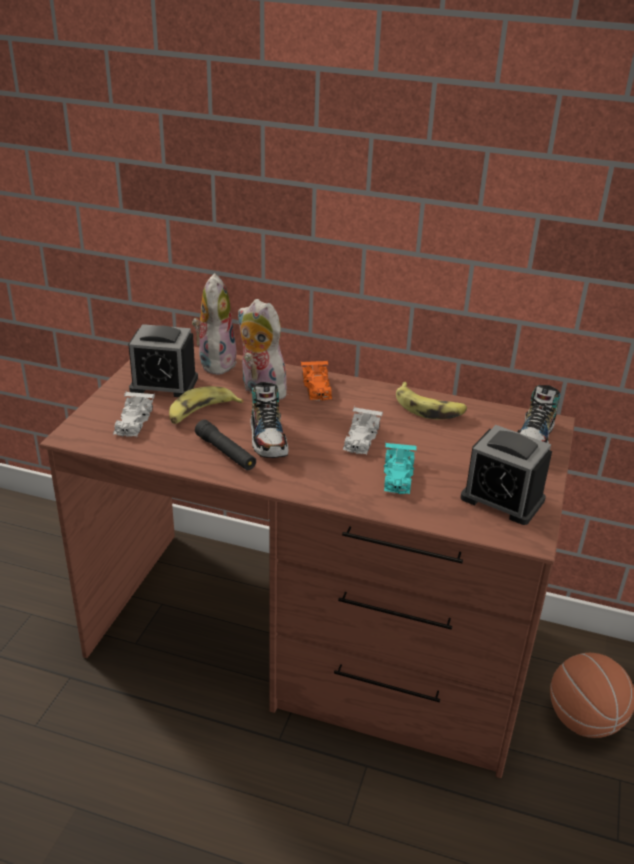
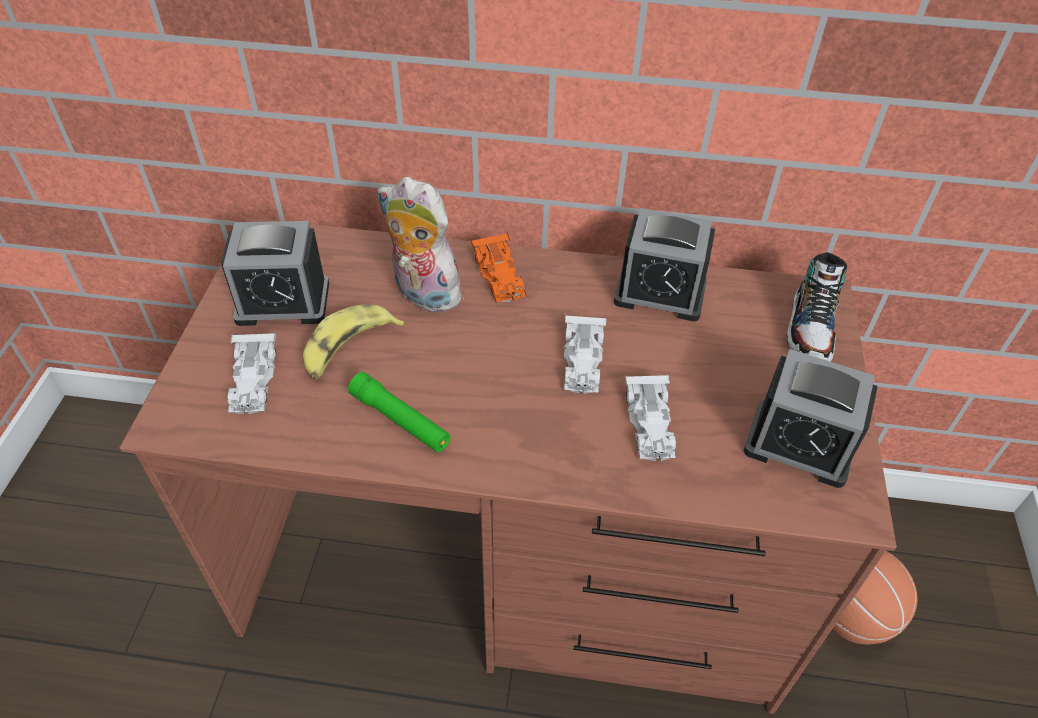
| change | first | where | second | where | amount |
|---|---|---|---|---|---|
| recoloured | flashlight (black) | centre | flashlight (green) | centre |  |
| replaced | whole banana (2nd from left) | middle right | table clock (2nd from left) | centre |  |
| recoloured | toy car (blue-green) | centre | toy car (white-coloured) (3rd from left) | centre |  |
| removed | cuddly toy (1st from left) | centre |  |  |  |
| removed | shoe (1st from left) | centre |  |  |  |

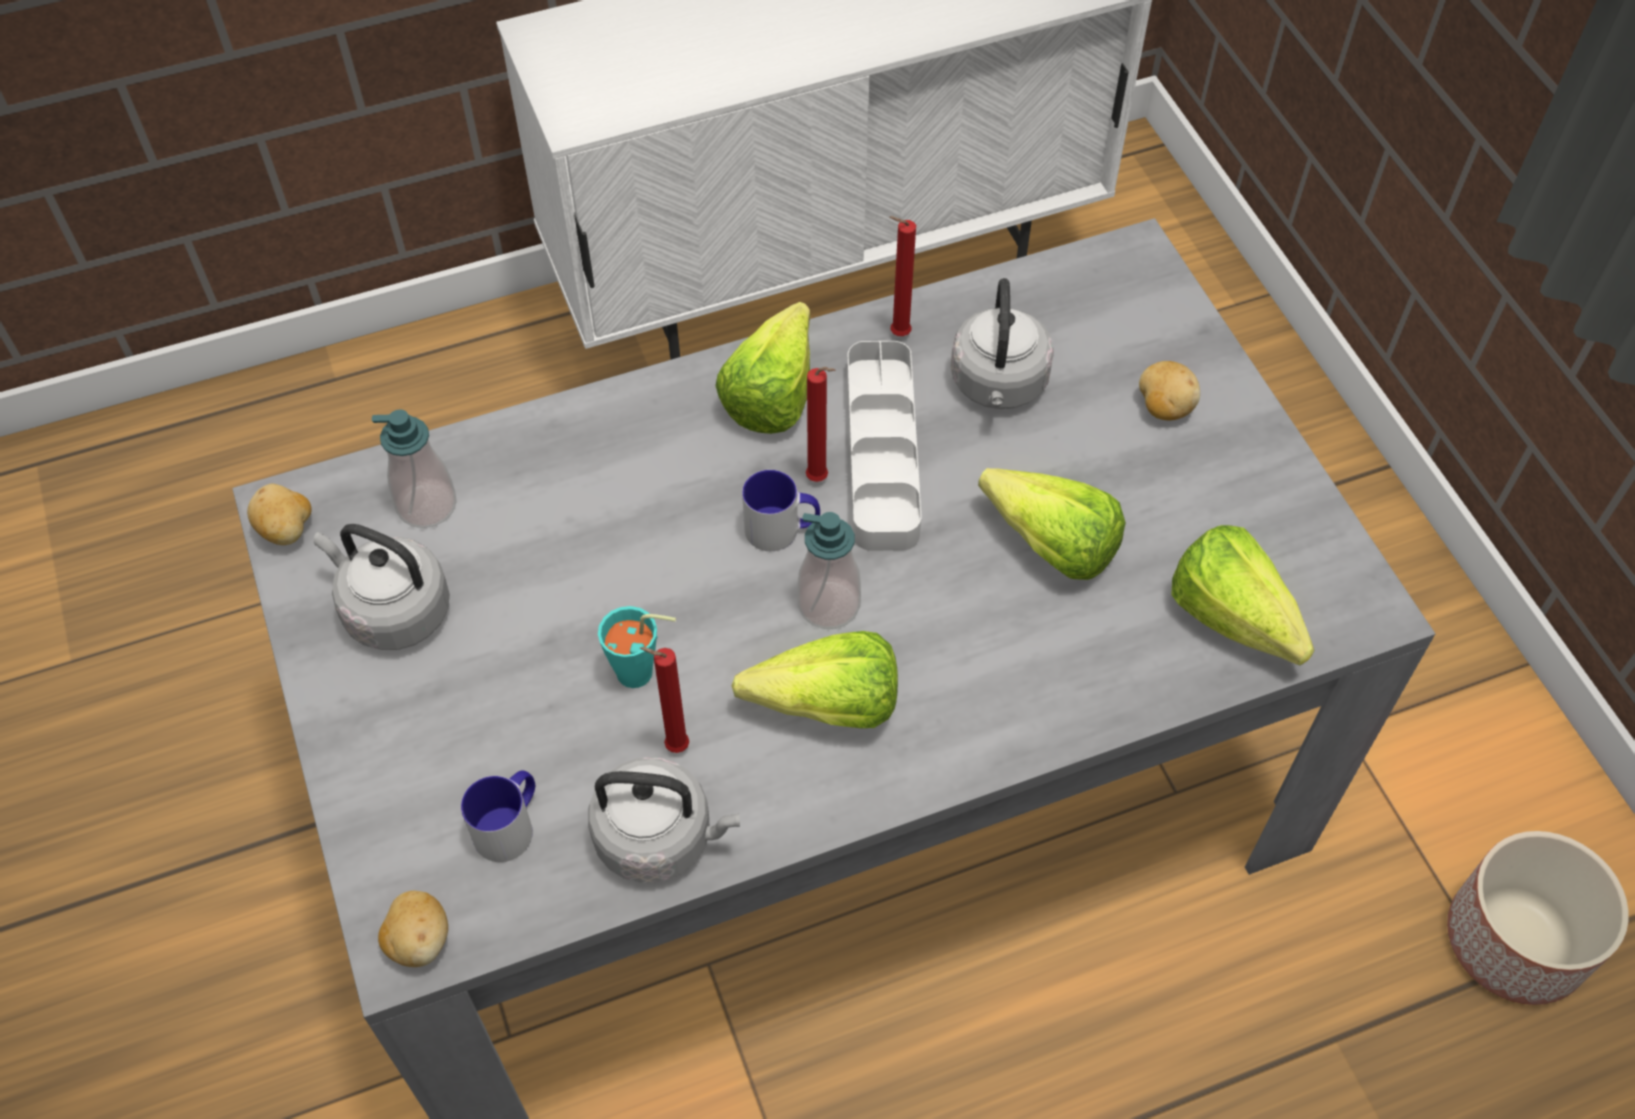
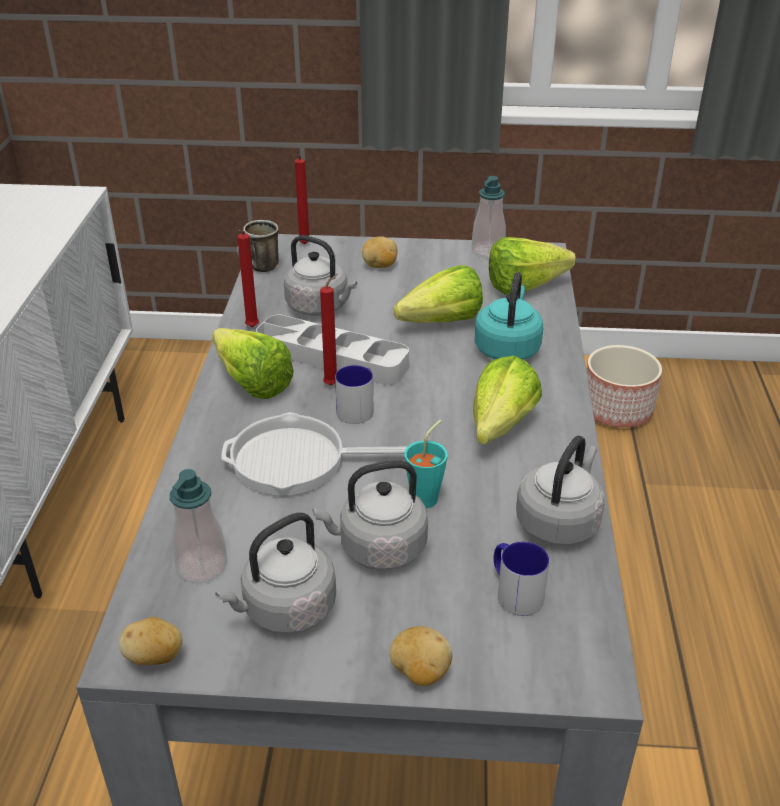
| change | first | where | second | where | amount |
|---|---|---|---|---|---|
| added |  |  | pan | centre |  |
| added |  |  | mug (1st from left) | top left |  |
| moved | candle (reddish) (1st from left in the first image) | centre | candle (reddish) (2nd from left) | top centre |  |
| added |  |  | kettle (gray) (3rd from left) | centre |  |
| moved | whole potato (2nd from left in the first image) | bottom left | whole potato (3rd from left) | bottom centre |  |
| moved | liquid soap bottle (2nd from left) | centre |  | top centre |  |
| added |  |  | kettle (blue-green) | centre |  |

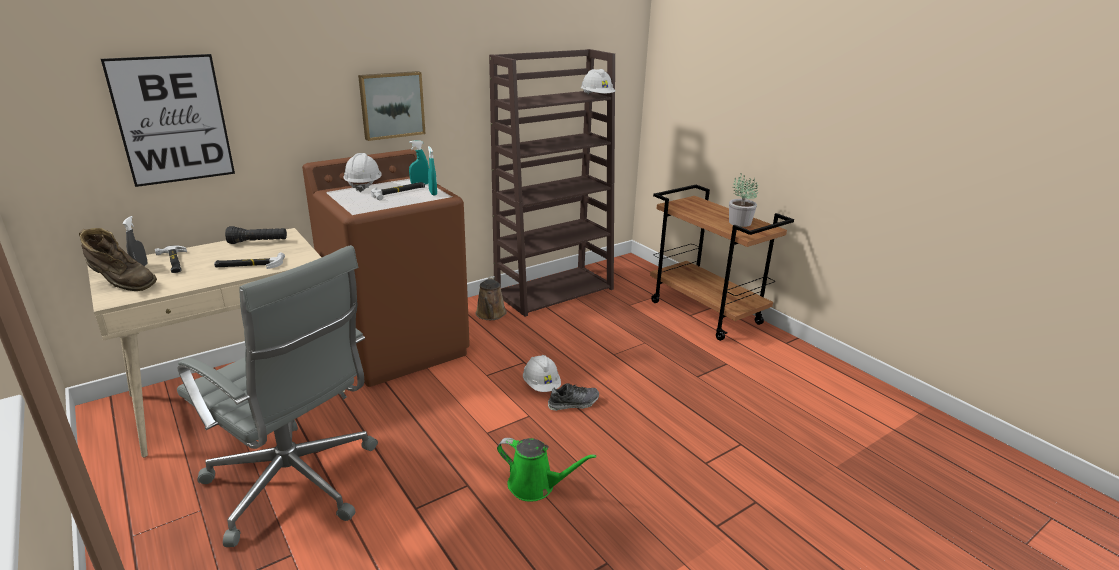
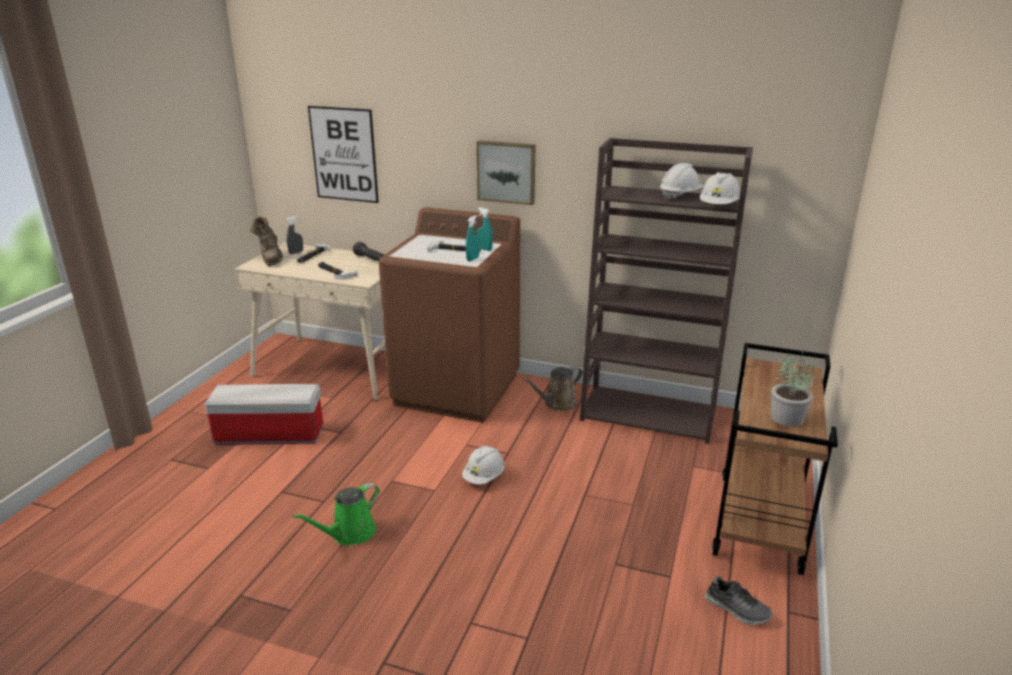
| change | first | where | second | where | amount |
|---|---|---|---|---|---|
| replaced | office chair (gray) | bottom left | storage box | middle left |  |
| turned | sprinkling can (green) | bottom centre |  | bottom left | 60 degrees clockwise |
| moved | hard hat (white-coloured) (1st from left in the first image) | top left | hard hat (white-coloured) (2nd from left) | top right |  |
| moved | shoe | bottom centre |  | bottom right |  |

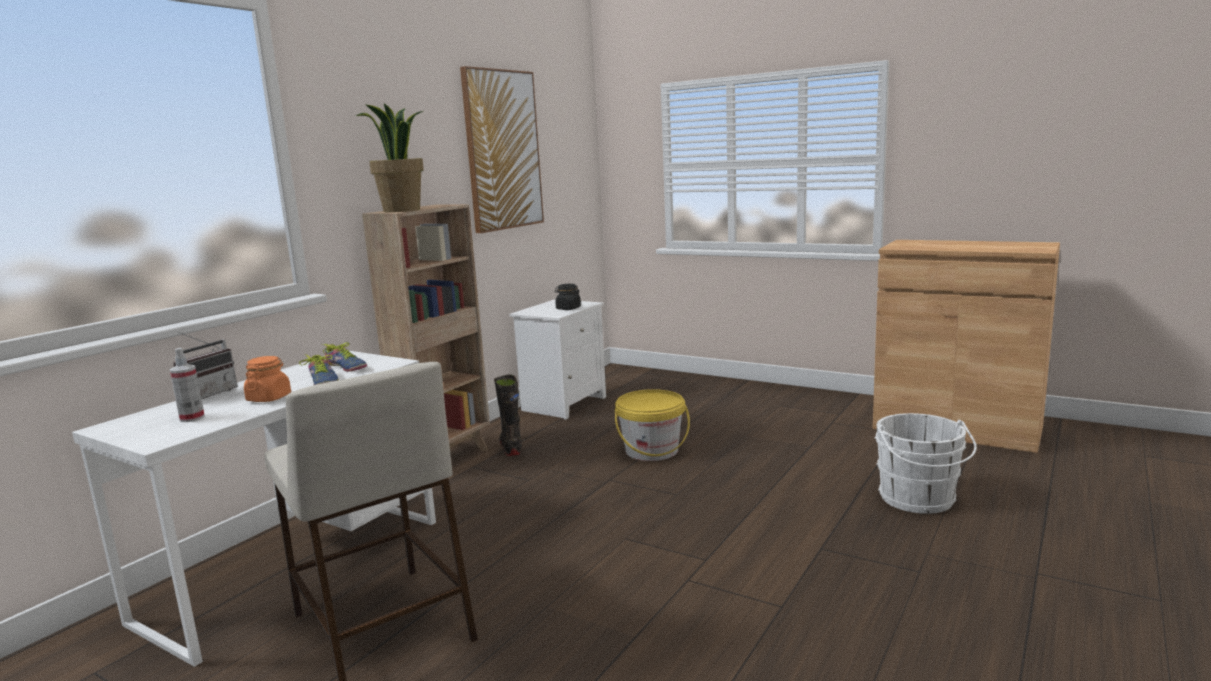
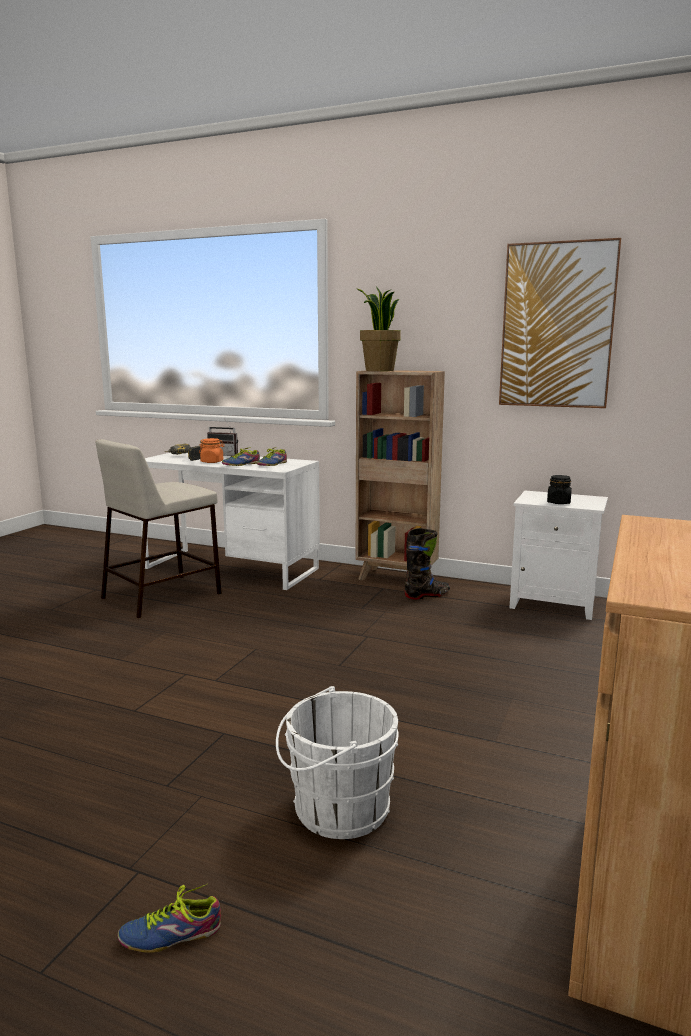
| change | first | where | second | where | amount |
|---|---|---|---|---|---|
| added |  |  | shoe (1st from left) | bottom left |  |
| replaced | spray bottle | middle left | electric drill | middle left |  |
| removed | bucket (yellow) | centre |  |  |  |

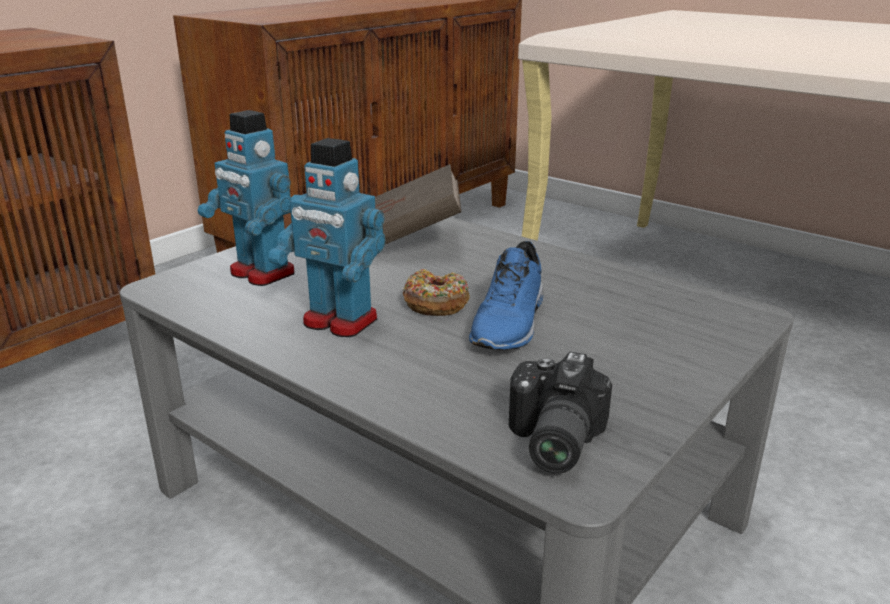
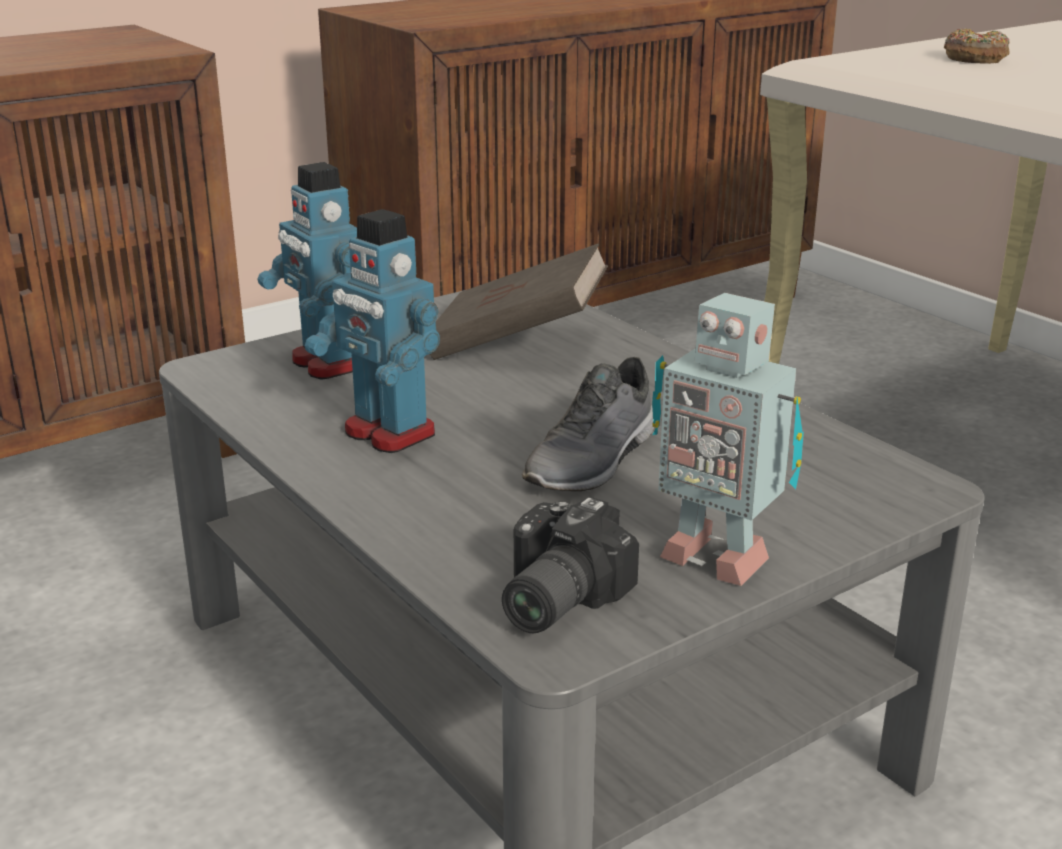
| change | first | where | second | where | amount |
|---|---|---|---|---|---|
| recoloured | shoe (blue-coloured) | centre | shoe (gray) | centre |  |
| added |  |  | robot figure (3rd from left) | middle right |  |
| moved | doughnut | centre |  | top right |  |

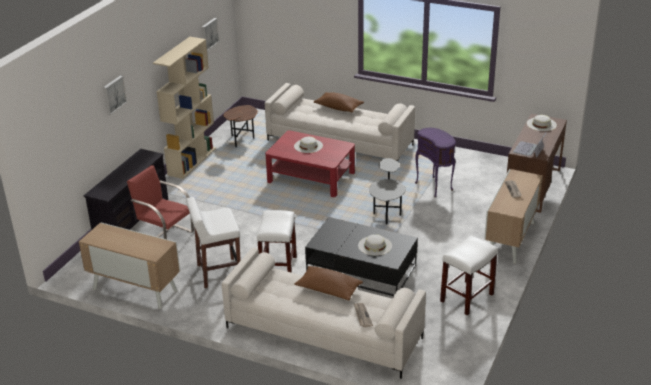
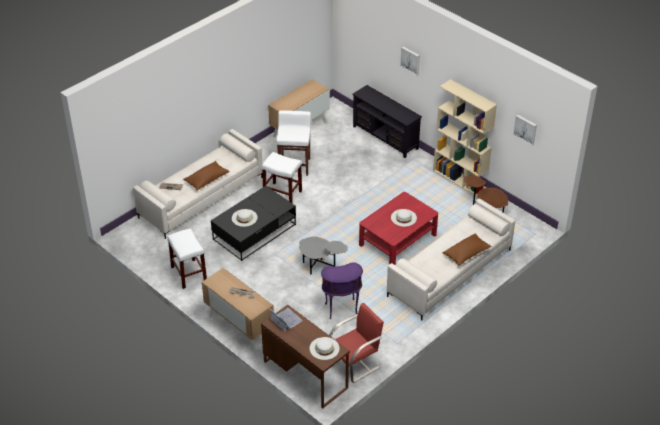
| change | first | where | second | where | amount |
|---|---|---|---|---|---|
| moved | upright chair (reddish) | middle left |  | bottom centre |  |

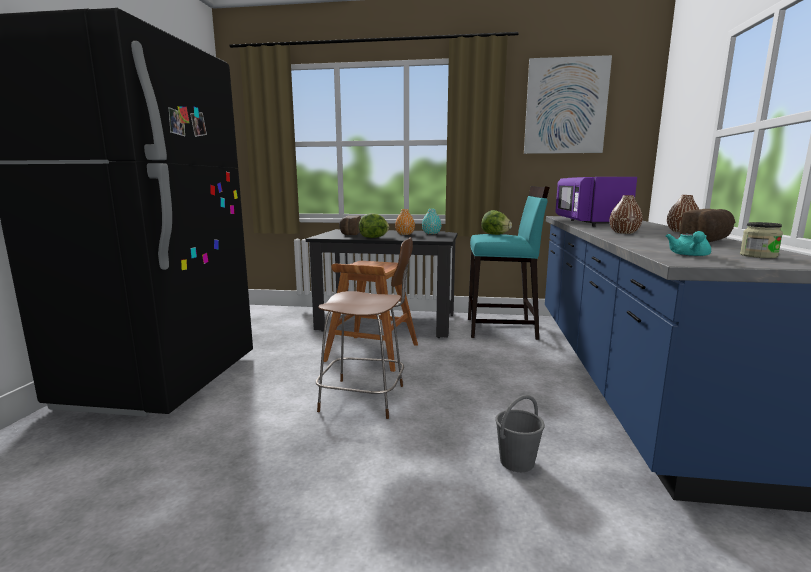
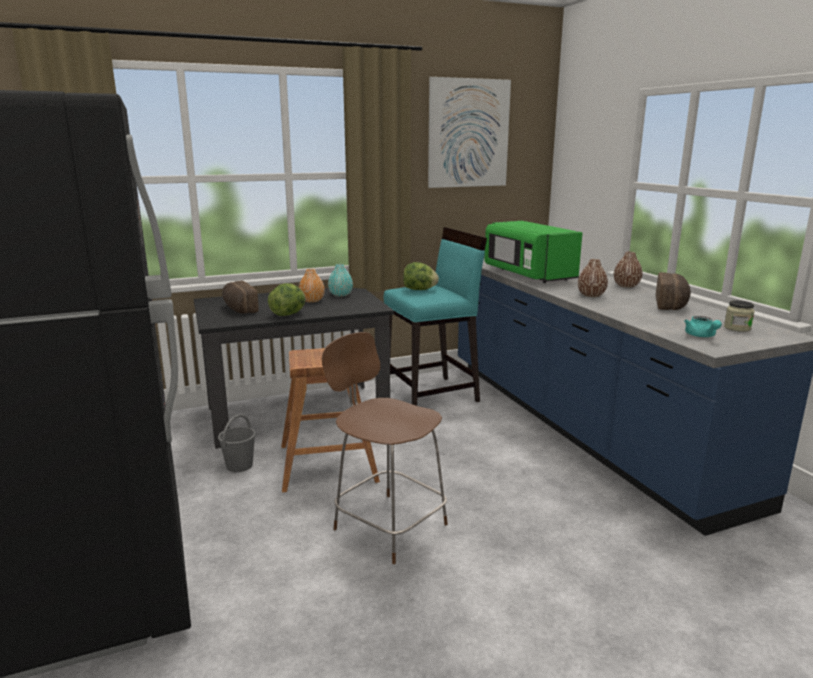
| change | first | where | second | where | amount |
|---|---|---|---|---|---|
| moved | bucket (gray) | bottom centre |  | middle left |  |
| turned | upright chair (brownish) | centre |  | centre | 120 degrees counterclockwise |
| recoloured | microwave oven (purple) | middle right | microwave oven (green) | centre |  |

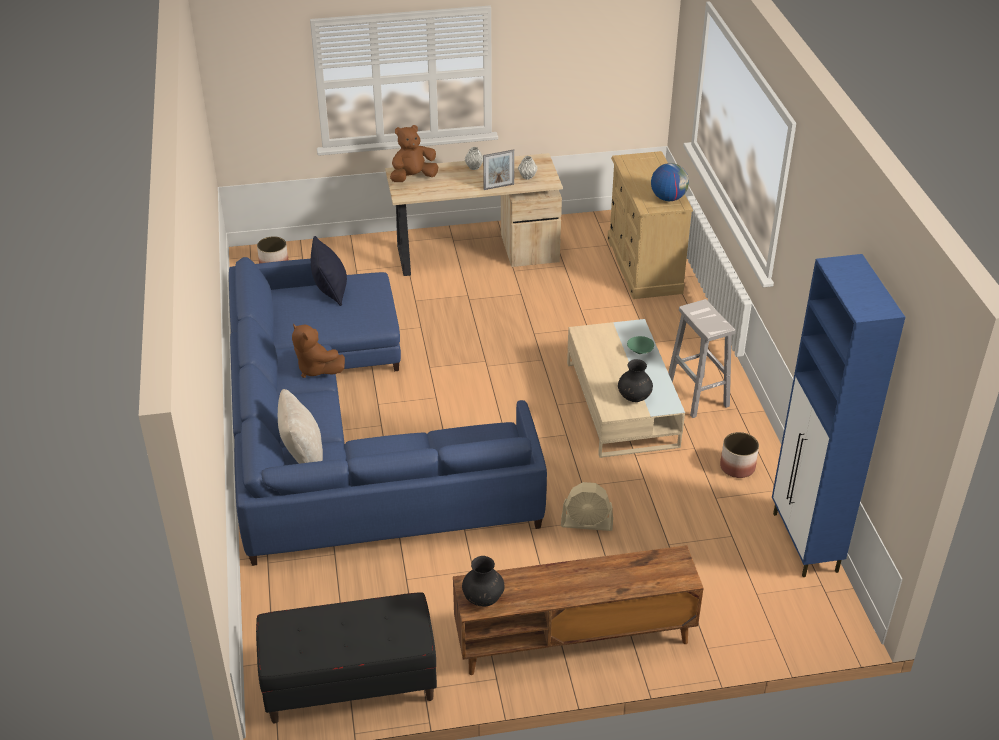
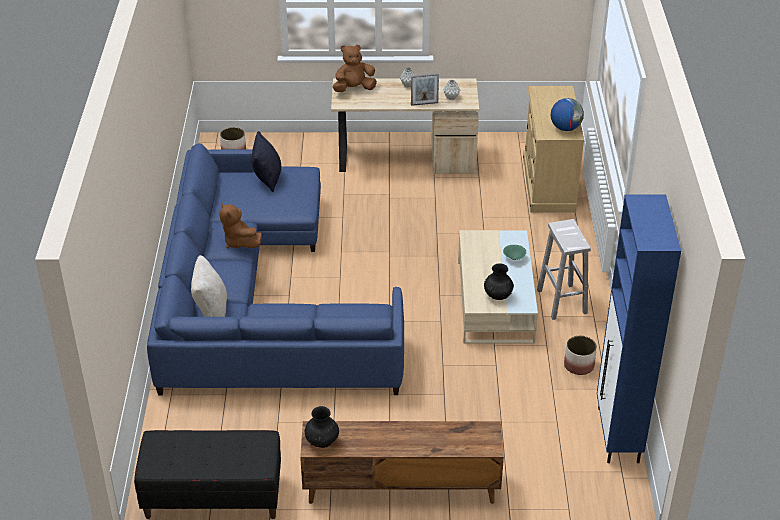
| change | first | where | second | where | amount |
|---|---|---|---|---|---|
| removed | cooling fan (sand-coloured) | bottom centre |  |  |  |

